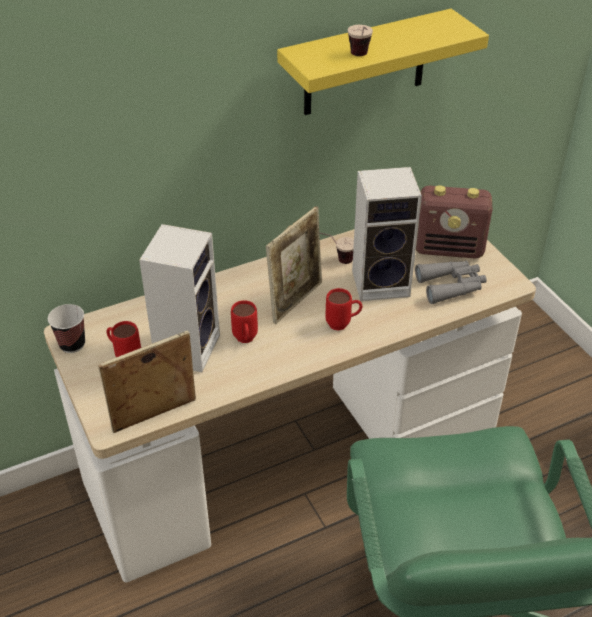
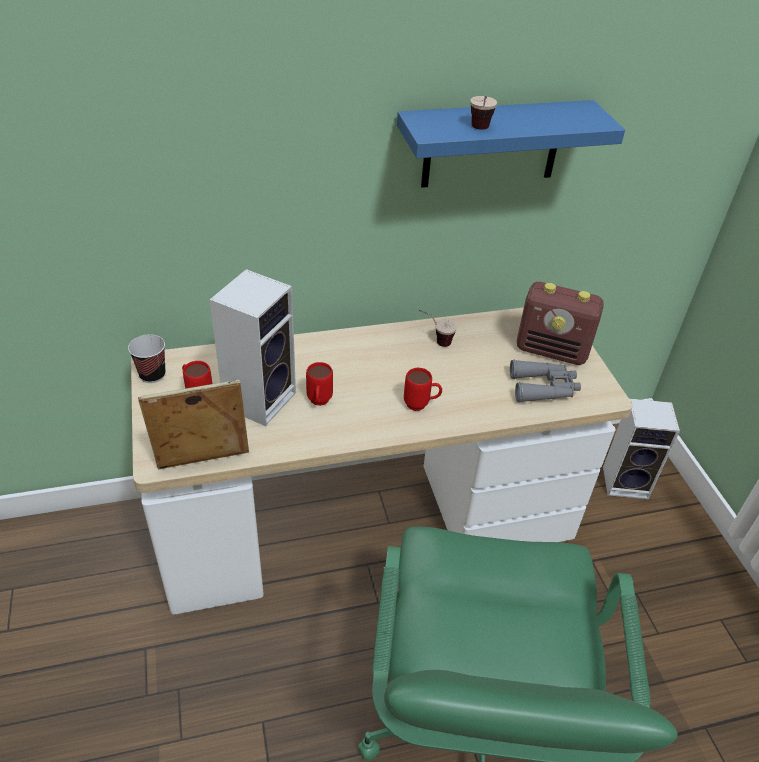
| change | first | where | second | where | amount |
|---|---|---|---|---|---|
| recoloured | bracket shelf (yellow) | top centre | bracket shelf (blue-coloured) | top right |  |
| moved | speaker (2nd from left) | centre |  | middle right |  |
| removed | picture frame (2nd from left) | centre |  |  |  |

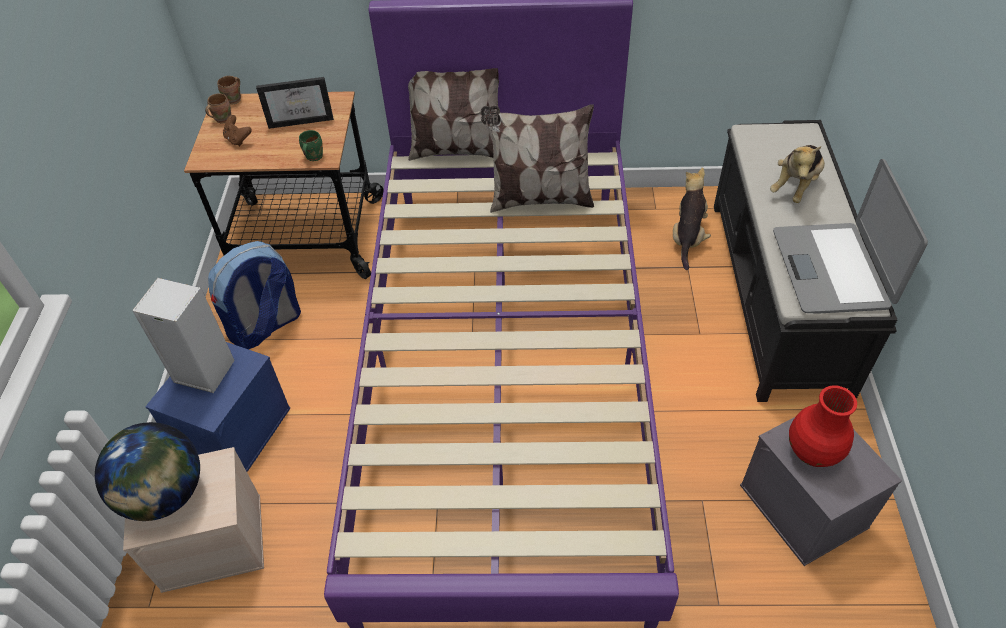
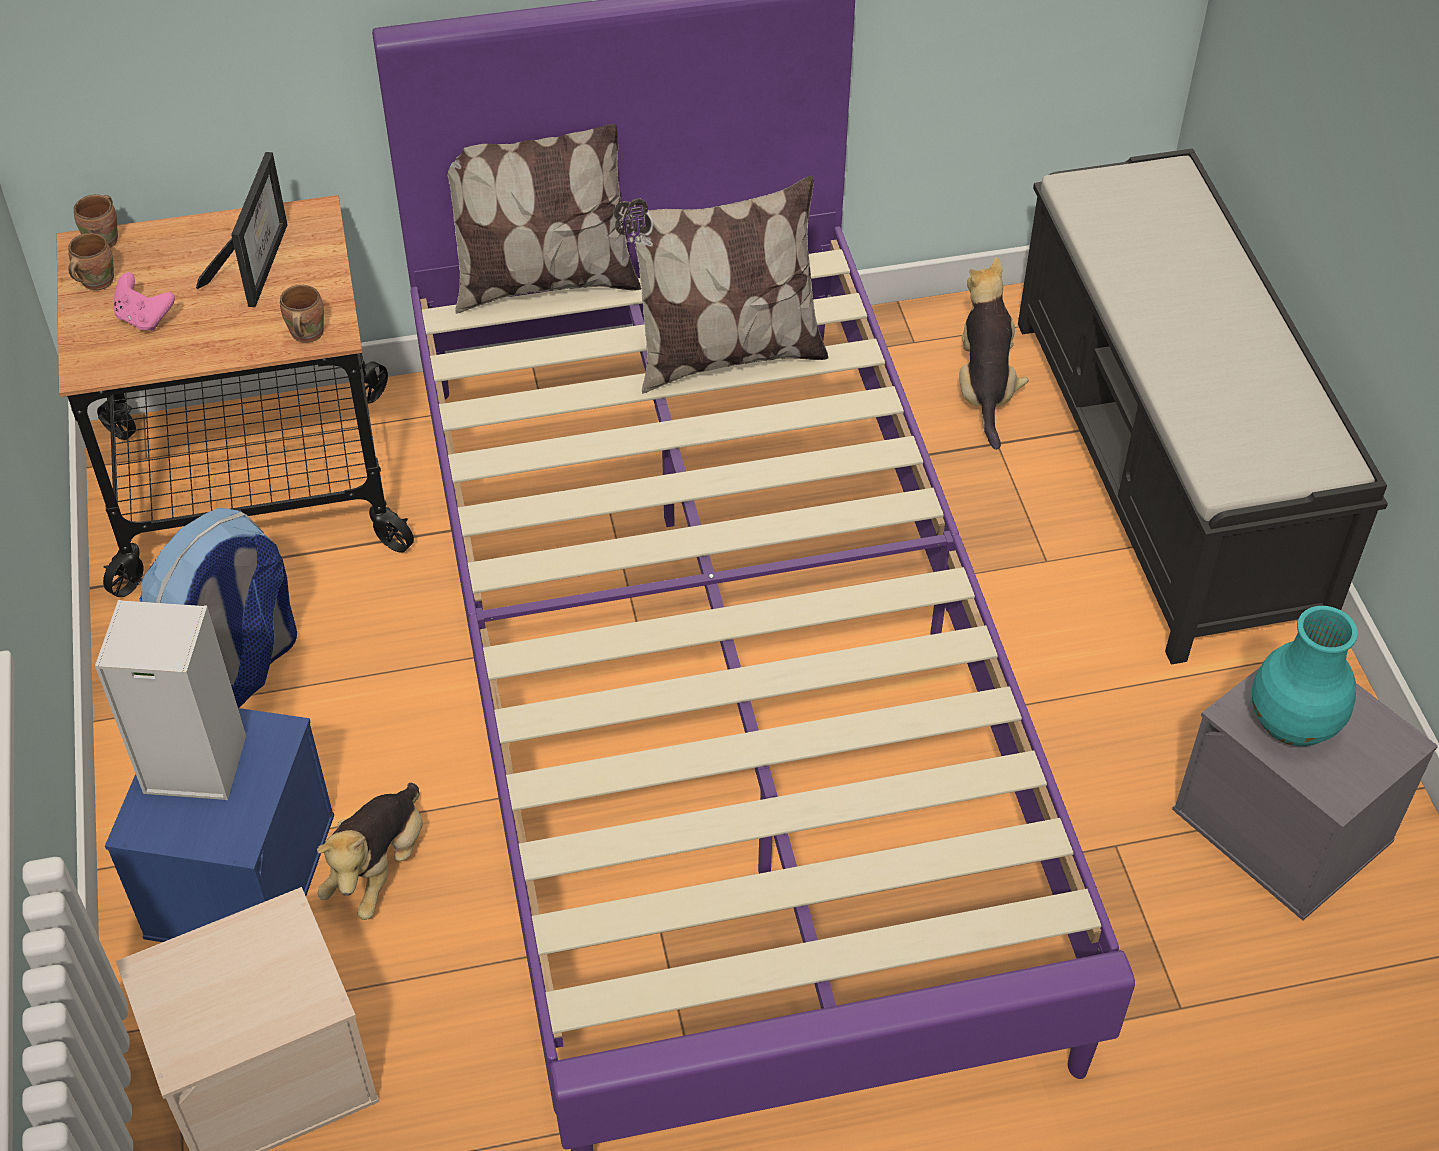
| change | first | where | second | where | amount |
|---|---|---|---|---|---|
| recoloured | gamepad (brownish) | top left | gamepad (pinkish) | top left |  |
| turned | picture frame | top left |  | top left | 60 degrees counterclockwise |
| recoloured | mug (green) | top left | mug (brownish) (3rd from left) | top left |  |
| moved | cuddly toy (2nd from left in the first image) | top right | cuddly toy (1st from left) | bottom left |  |
| recoloured | decorative vase (reddish) | bottom right | decorative vase (blue-green) | middle right |  |
| removed | globe | bottom left |  |  |  |
| removed | notebook computer | middle right |  |  |  |

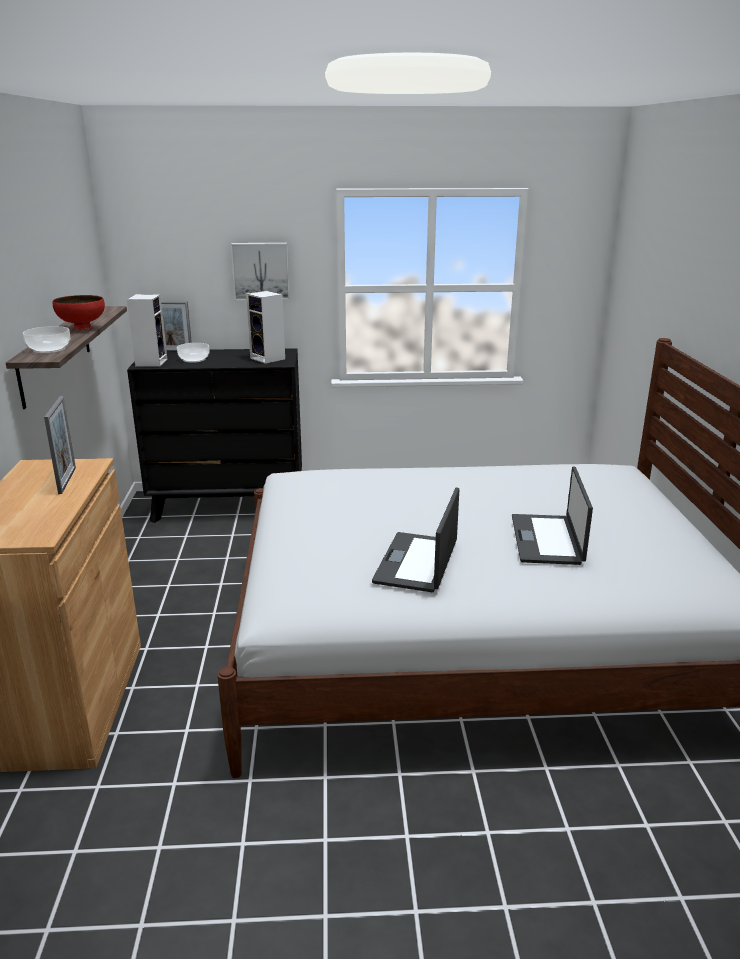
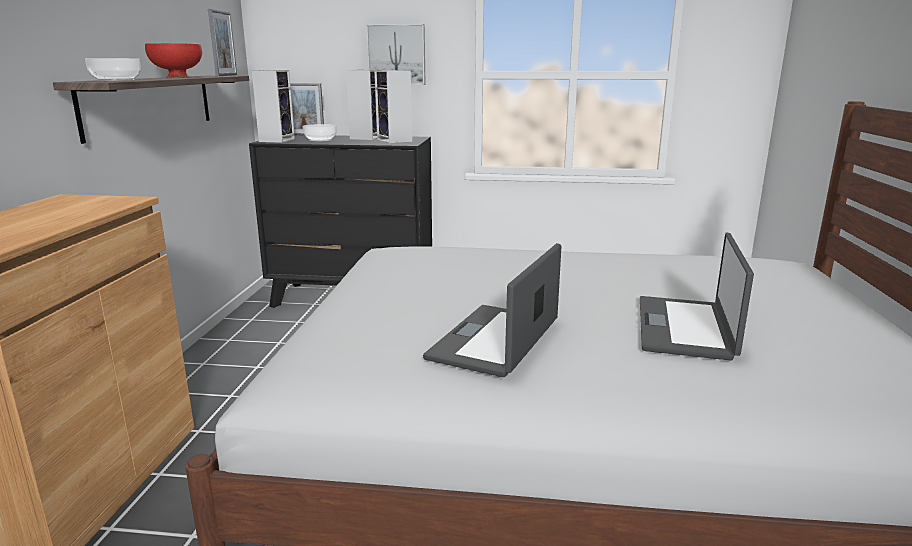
| change | first | where | second | where | amount |
|---|---|---|---|---|---|
| moved | picture frame (1st from left) | middle left |  | top left |  |
| added |  |  | speaker (2nd from left) | top centre |  |

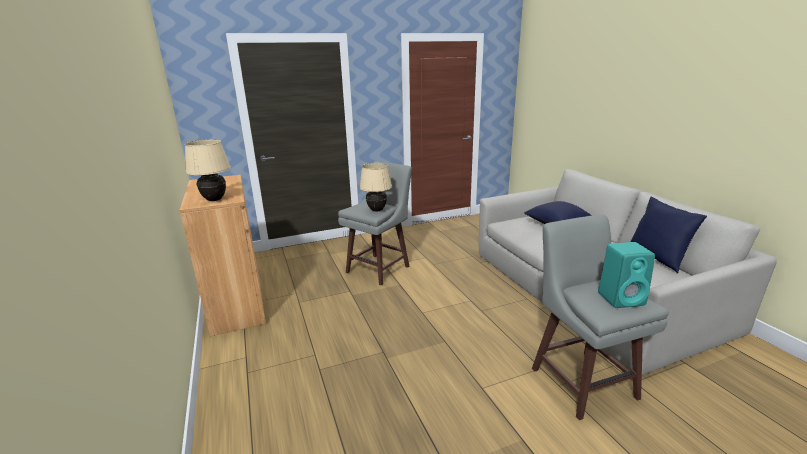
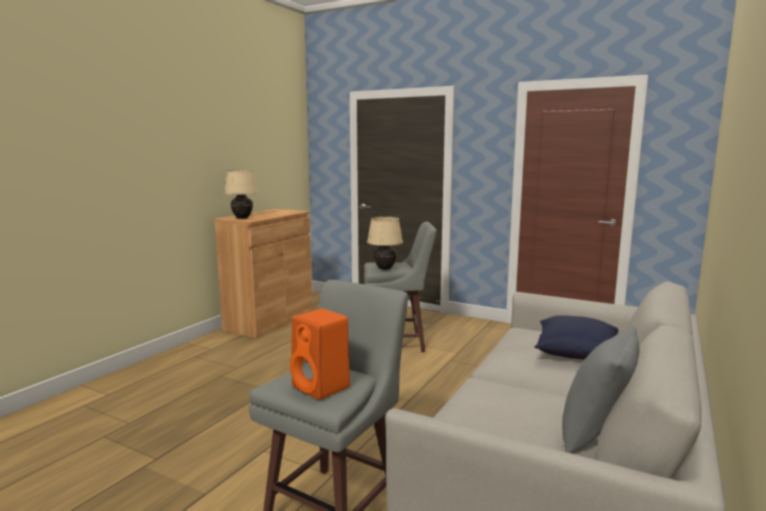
| change | first | where | second | where | amount |
|---|---|---|---|---|---|
| recoloured | speaker (blue-green) | middle right | speaker (orange-coloured) | bottom centre |  |
| recoloured | cushion (blue-coloured) (2nd from left) | middle right | cushion (gray) | bottom right |  |

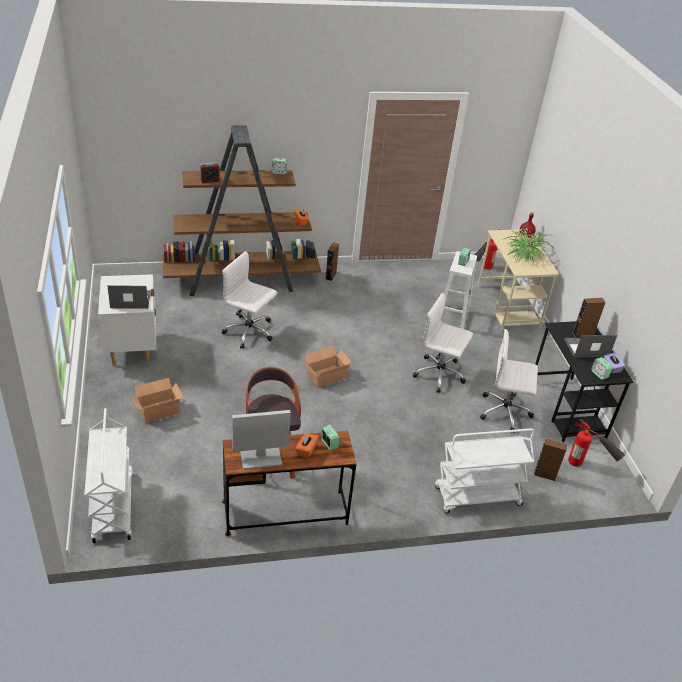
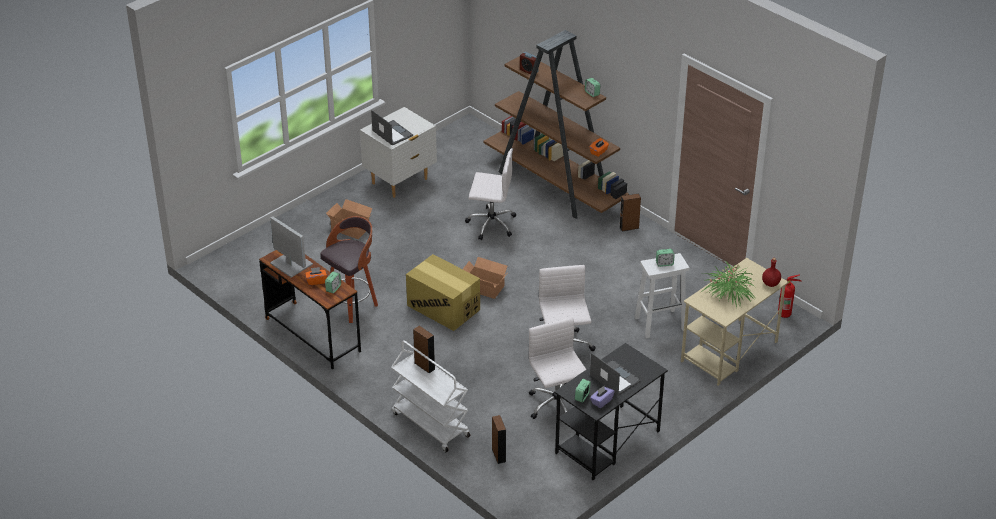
| change | first | where | second | where | amount |
|---|---|---|---|---|---|
| added |  |  | carton (2nd from left) | centre |  |
| moved | speaker (brownish) (3rd from left in the first image) | middle right | speaker (brownish) (1st from left) | bottom centre |  |
| turned | office chair (white-coloured) (1st from left) | centre |  | centre | 105 degrees clockwise |
| removed | wheeled cart (white-coloured) (1st from left) | bottom left |  |  |  |
| removed | fire extinguisher (2nd from left) | middle right |  |  |  |

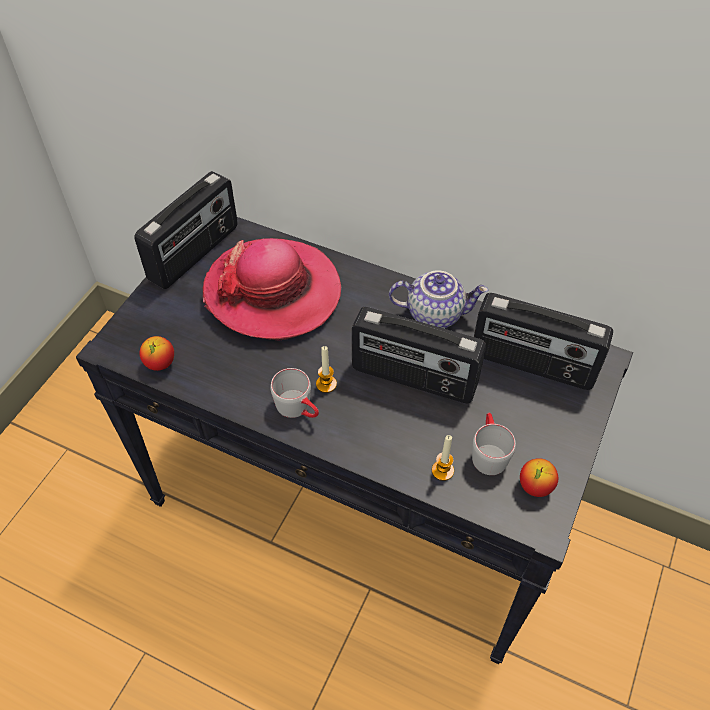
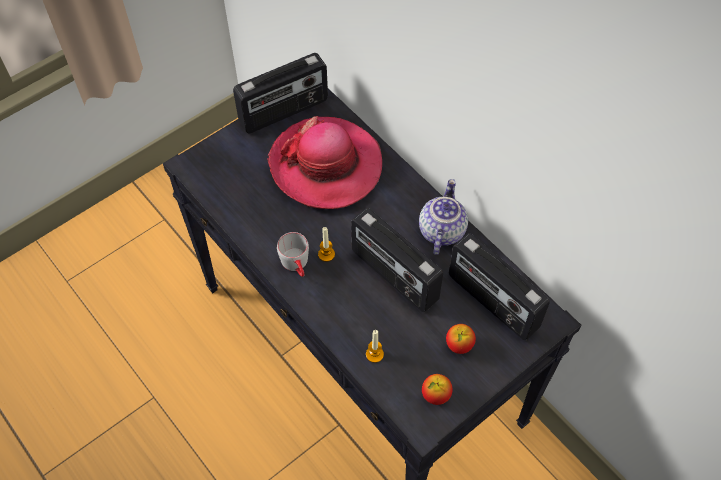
| change | first | where | second | where | amount |
|---|---|---|---|---|---|
| turned | tea pot | centre |  | centre | 105 degrees counterclockwise |
| moved | whole apple (1st from left in the first image) | middle left | whole apple (2nd from left) | bottom centre |  |
| removed | mug (gray) (2nd from left) | middle right |  |  |  |

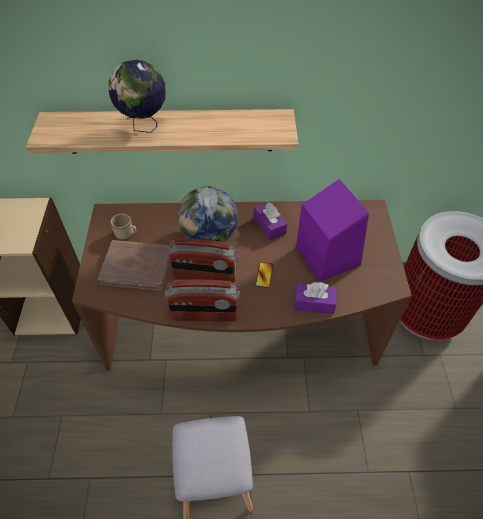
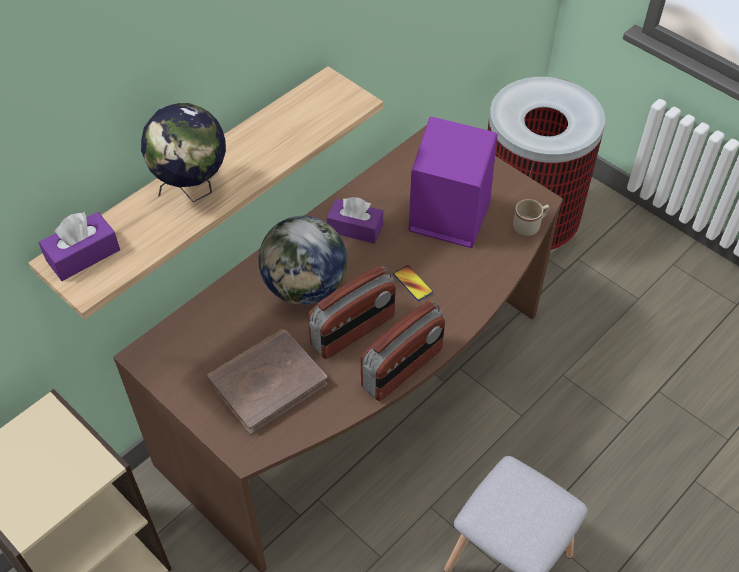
| change | first | where | second | where | amount |
|---|---|---|---|---|---|
| moved | tissue holder (purple) (2nd from left in the first image) | centre | tissue holder (purple) (1st from left) | middle left |  |
| moved | mug (sand-coloured) | middle left |  | middle right |  |

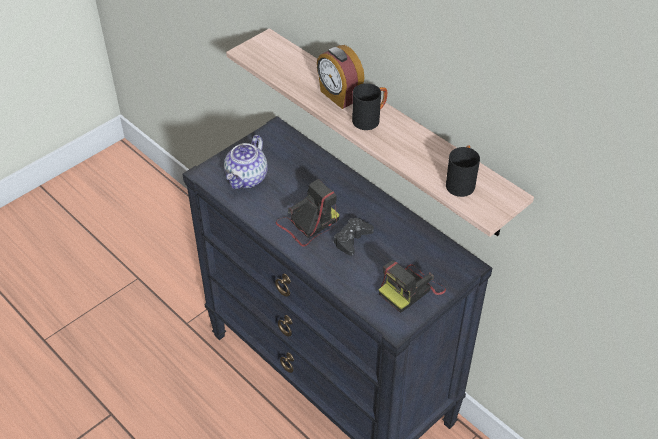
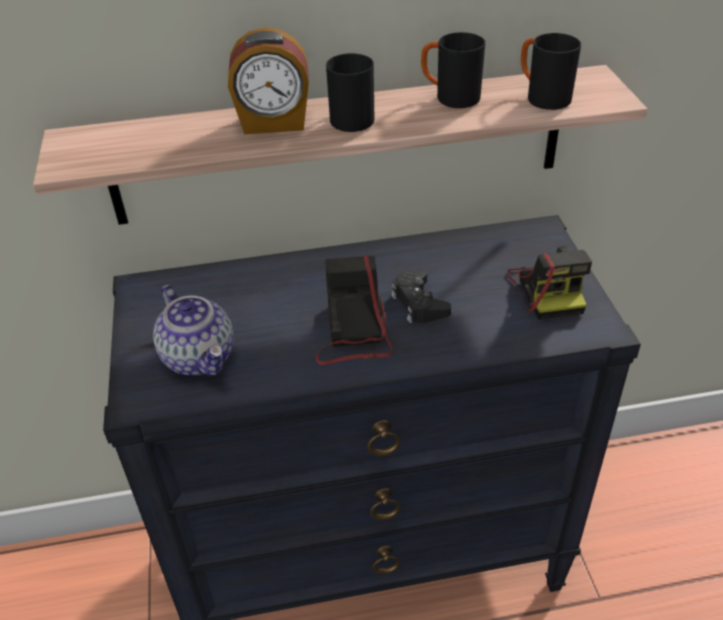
| change | first | where | second | where | amount |
|---|---|---|---|---|---|
| added |  |  | mug (black) (2nd from left) | top centre |  |

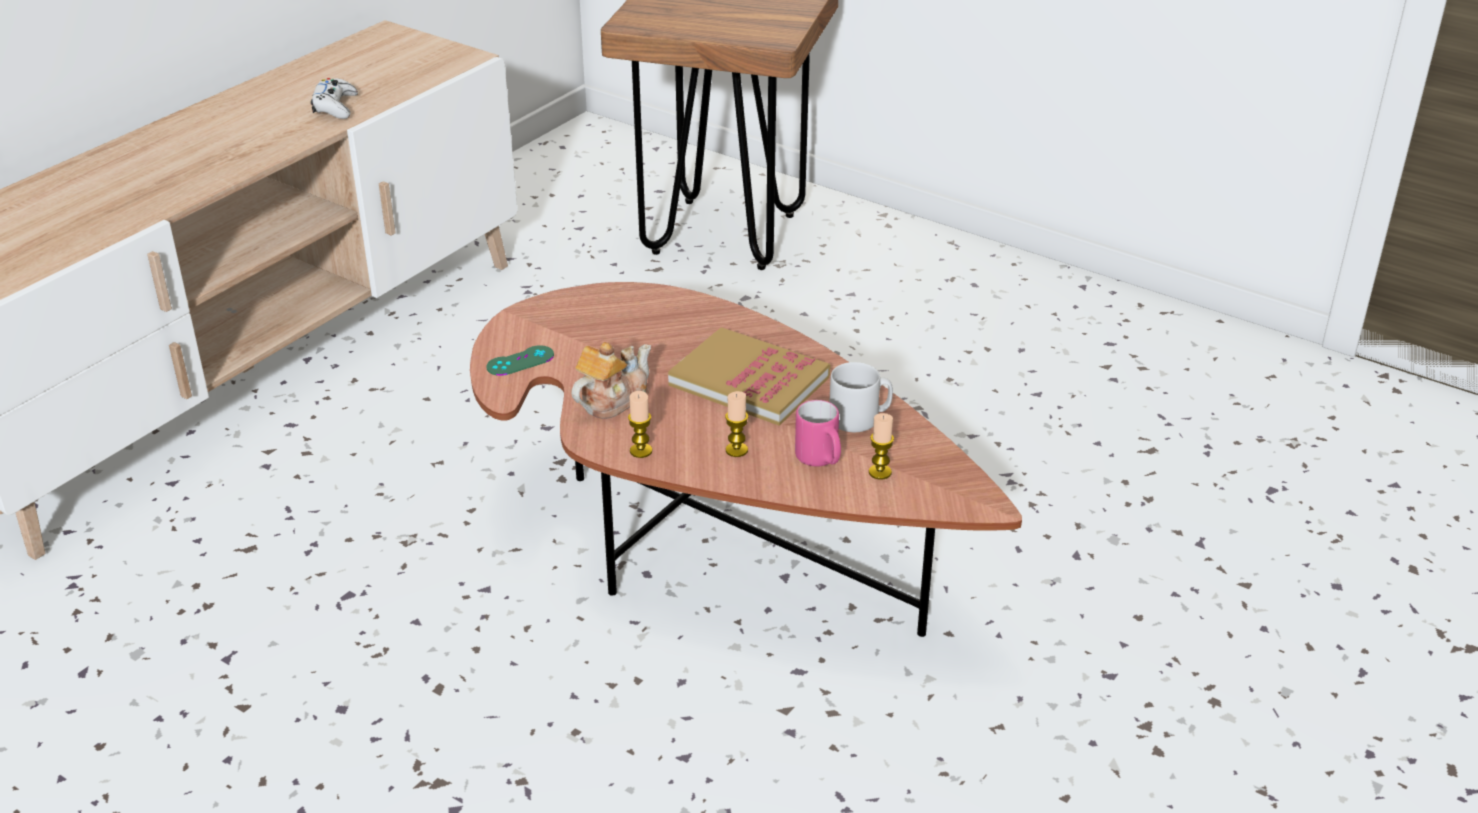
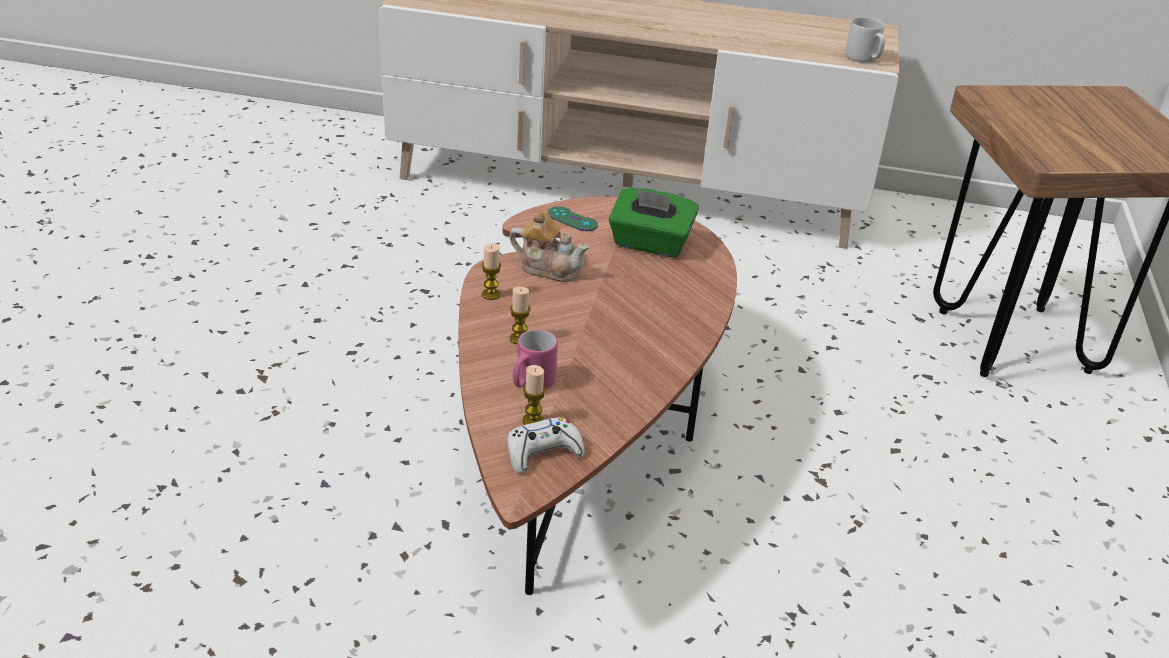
| change | first | where | second | where | amount |
|---|---|---|---|---|---|
| moved | gamepad (white-coloured) | top left |  | bottom centre |  |
| added |  |  | tissue holder (green) | centre |  |
| moved | mug (gray) | centre |  | top right |  |
| removed | bound book | centre |  |  |  |

